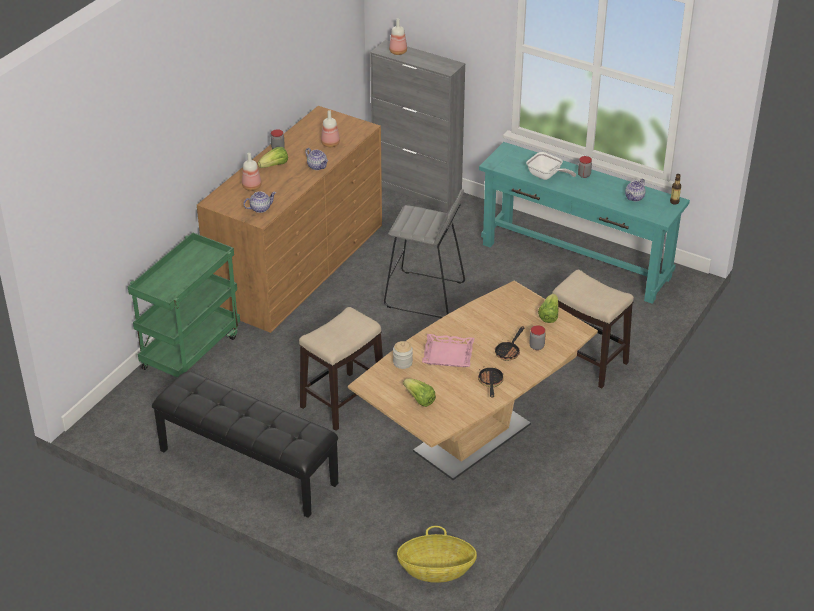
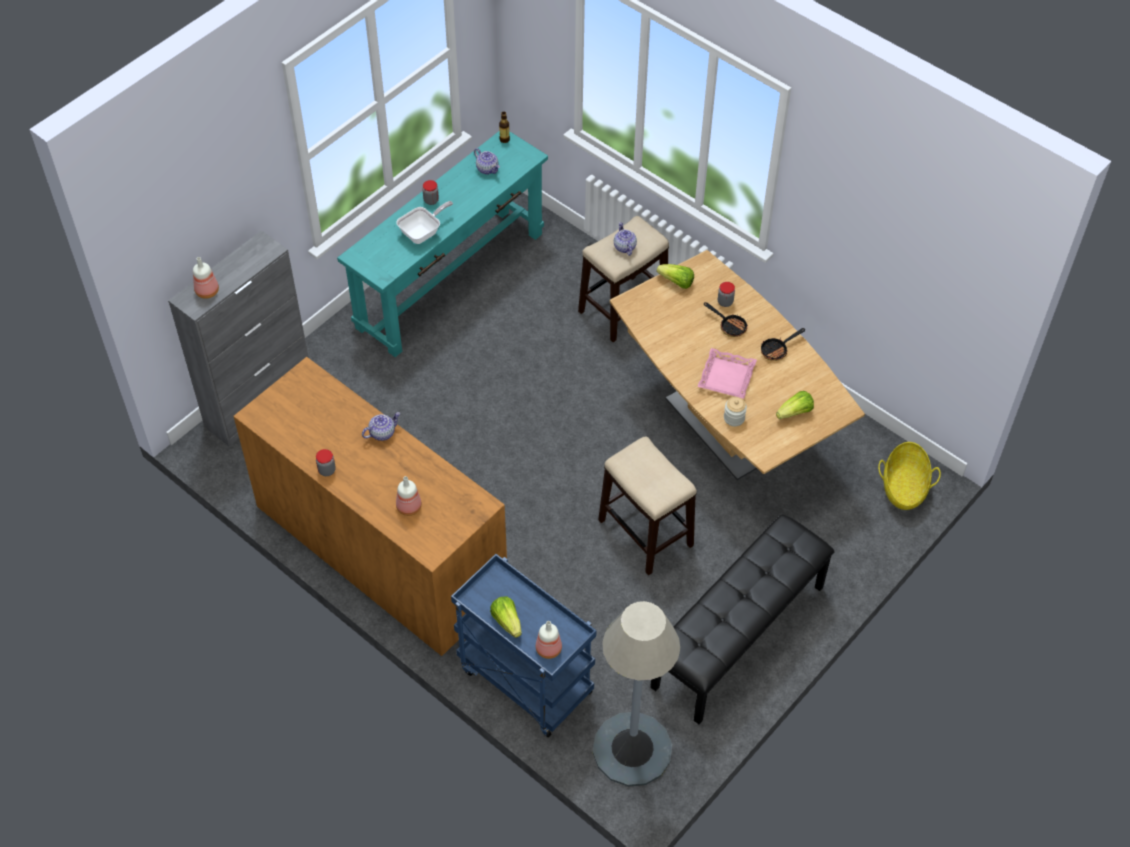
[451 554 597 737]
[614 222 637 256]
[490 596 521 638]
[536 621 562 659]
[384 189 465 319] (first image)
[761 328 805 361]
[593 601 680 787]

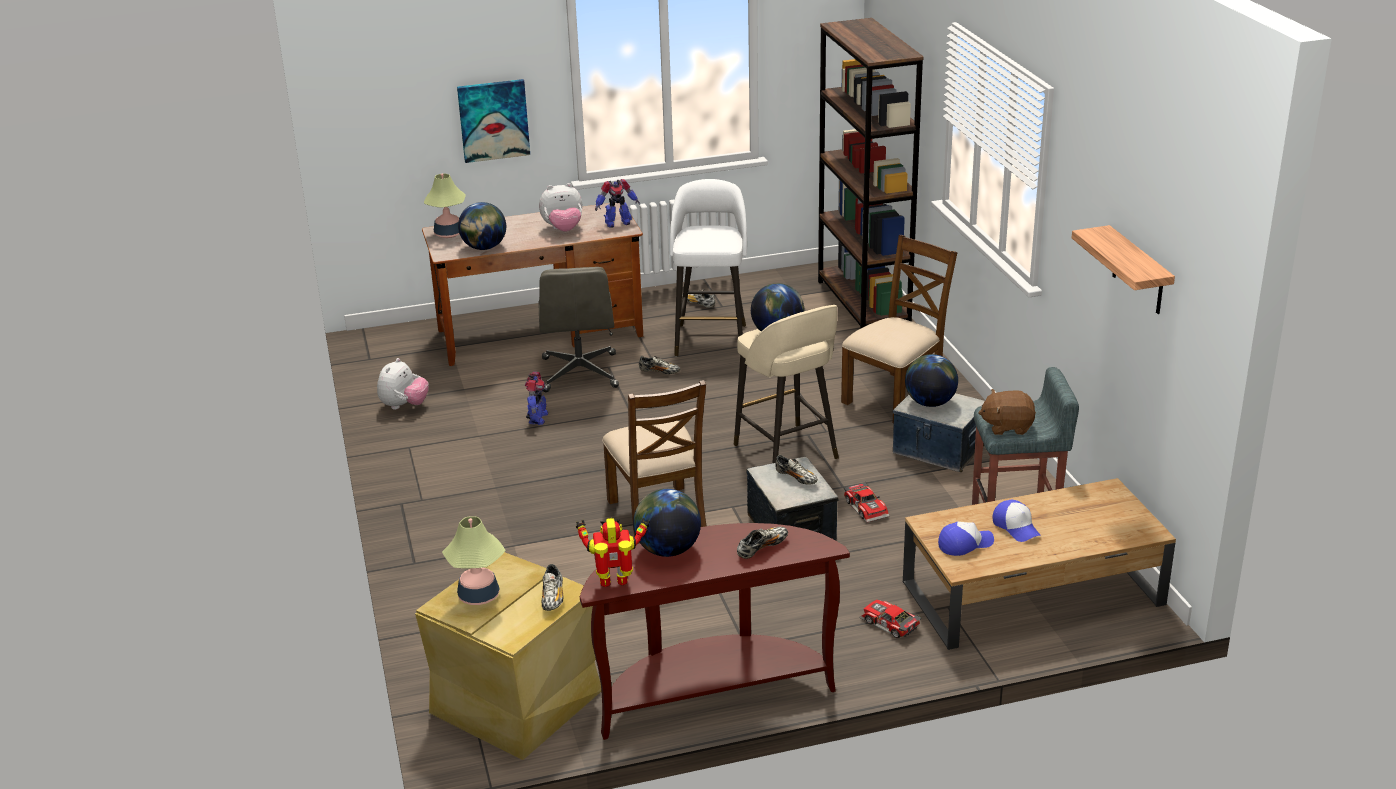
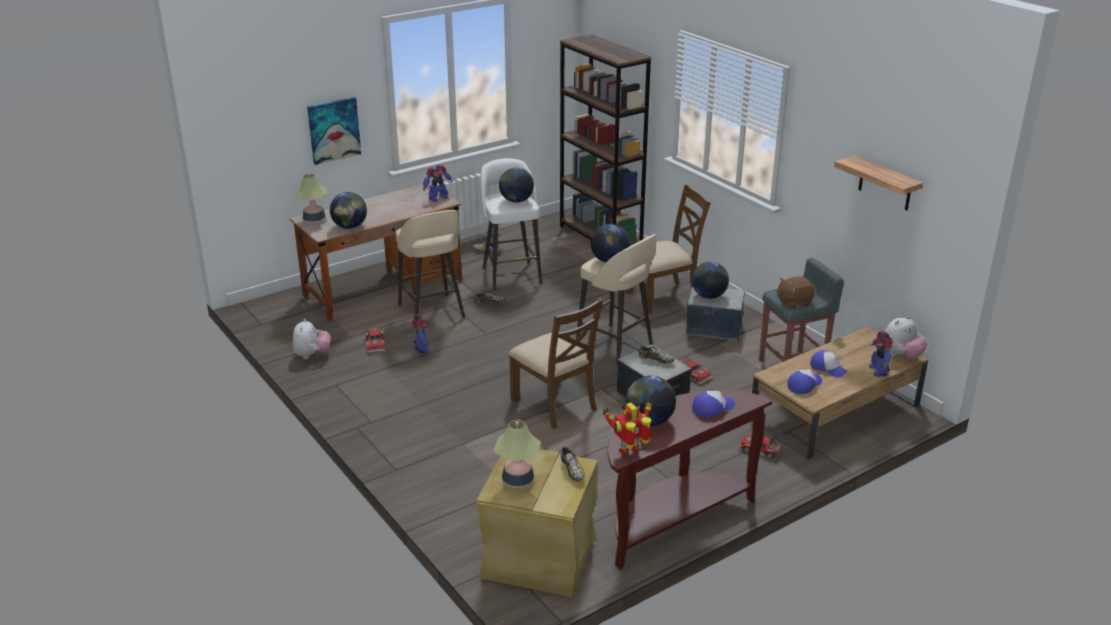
[885 316 927 359]
[396 210 465 329]
[692 391 735 418]
[625 185 710 314]
[365 328 385 353]
[499 168 534 203]
[869 331 893 377]

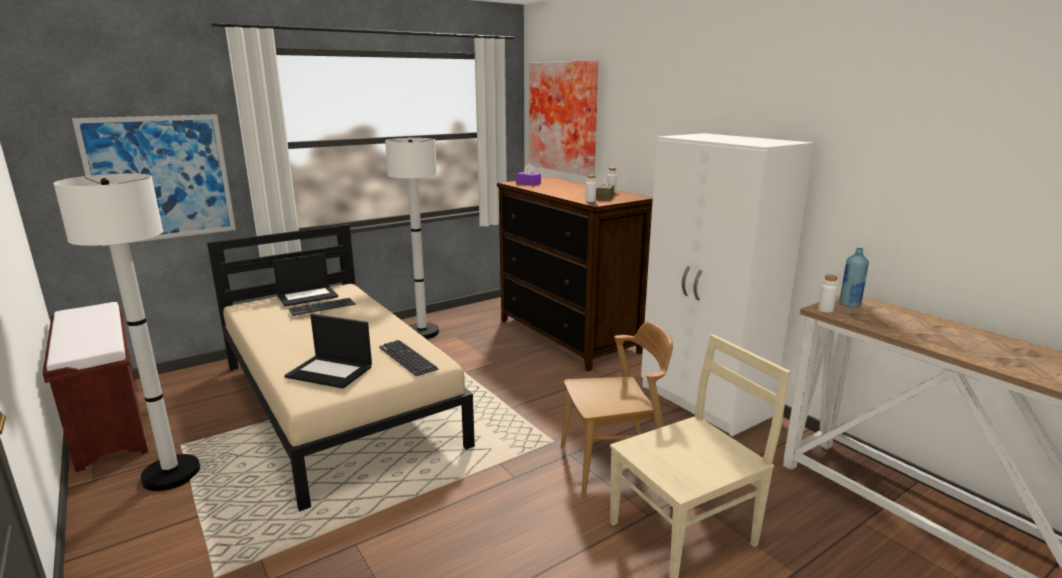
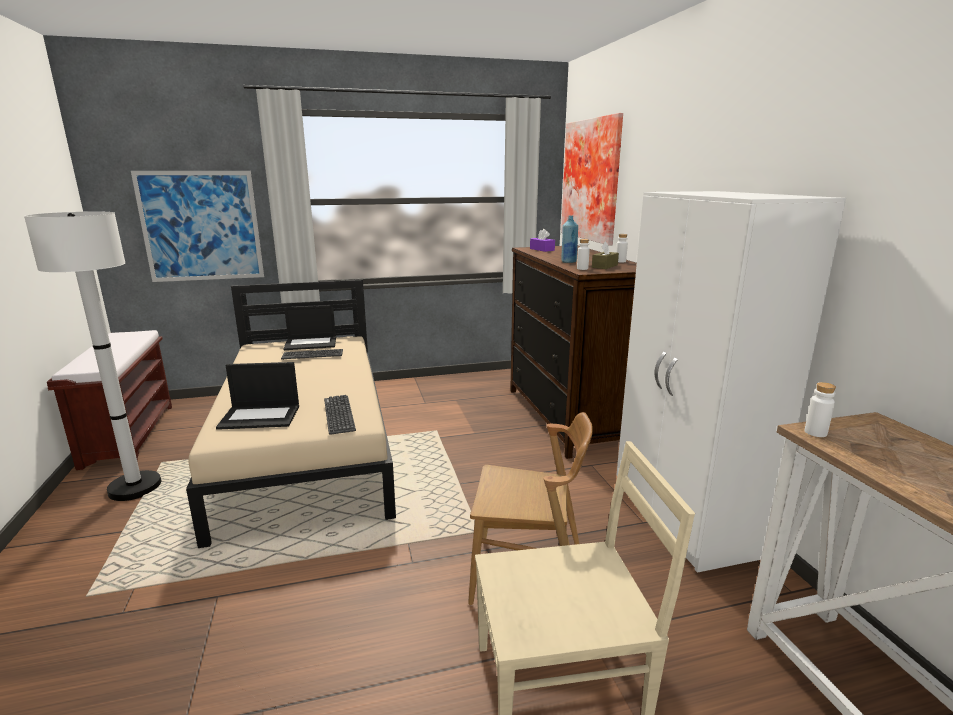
[216 362 299 430]
[385 138 439 339] (first image)
[562 215 578 263]

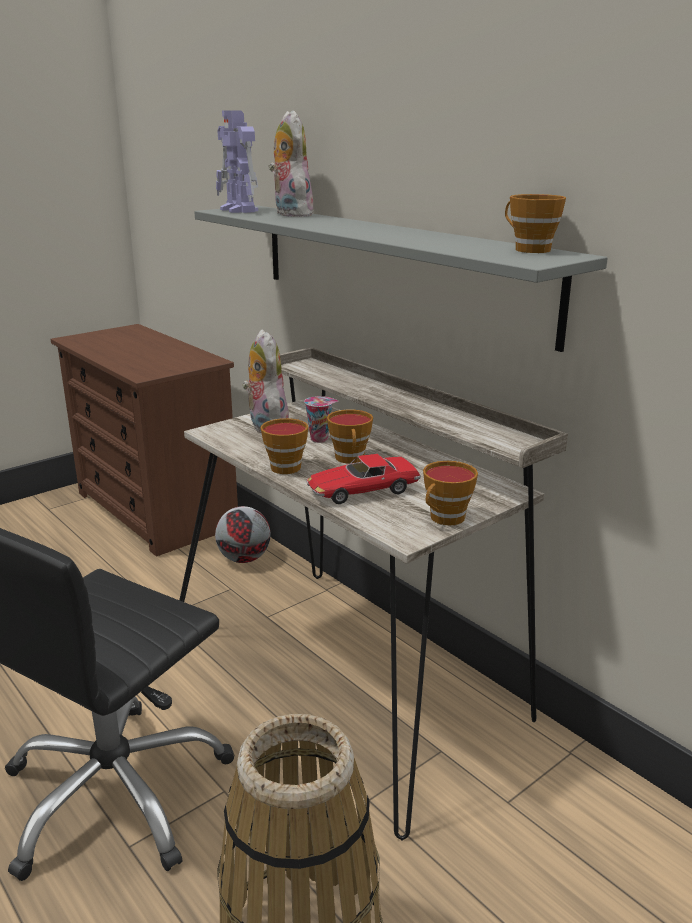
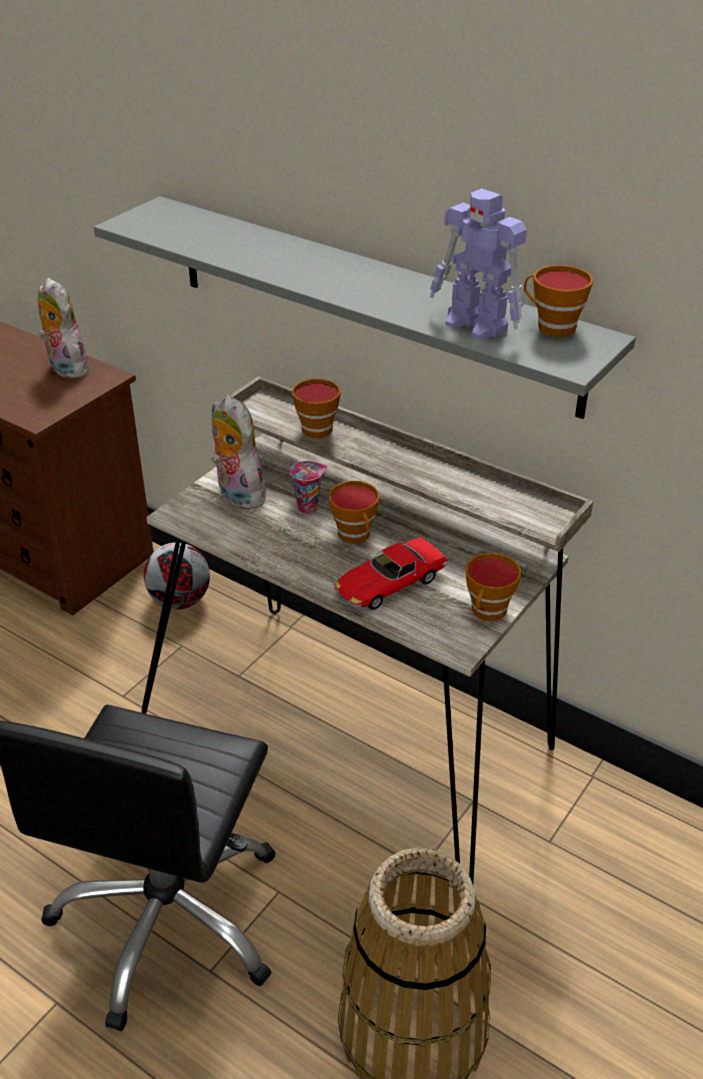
[430 188 527 340]
[292 379 341 438]
[38 278 89 379]

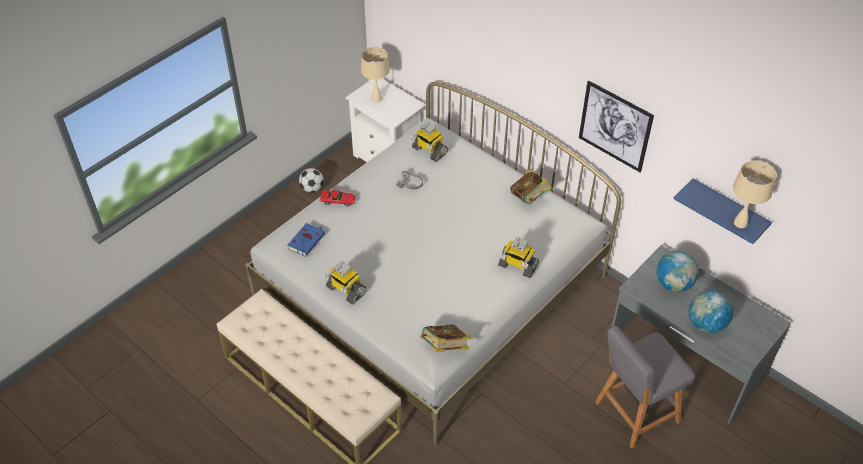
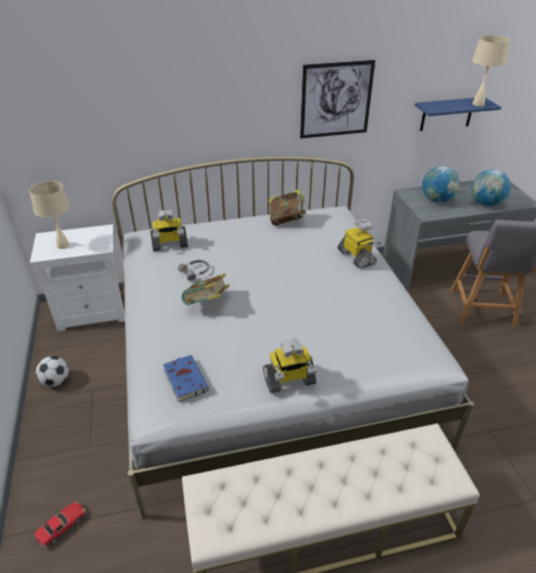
[33 502 85 548]
[182 273 230 305]
[338 219 381 269]

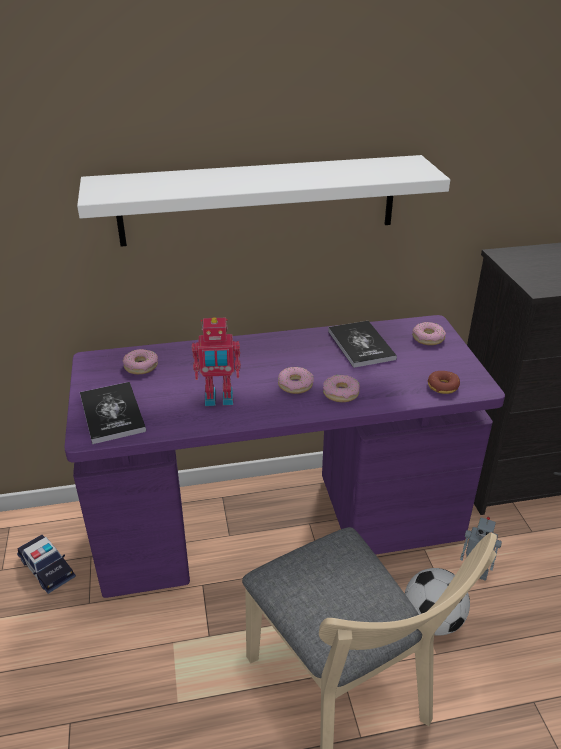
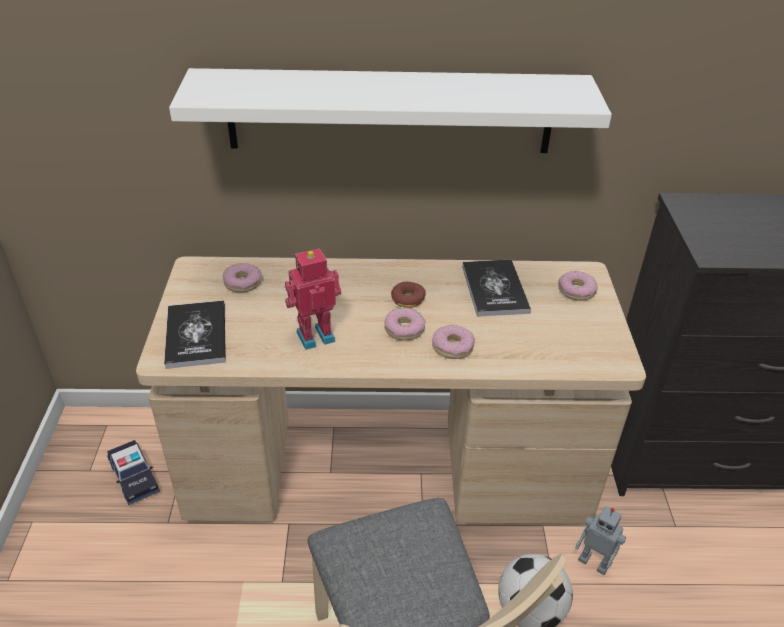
[136 256 646 524]
[285 248 341 350]
[391 282 426 308]

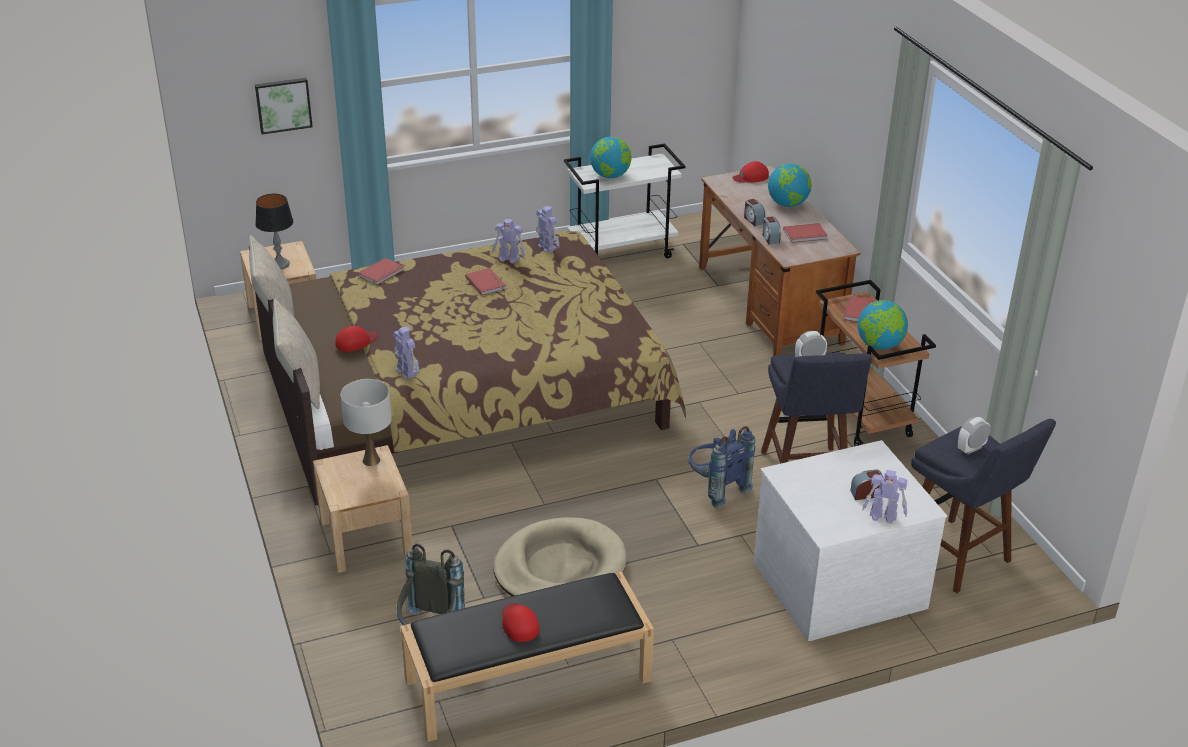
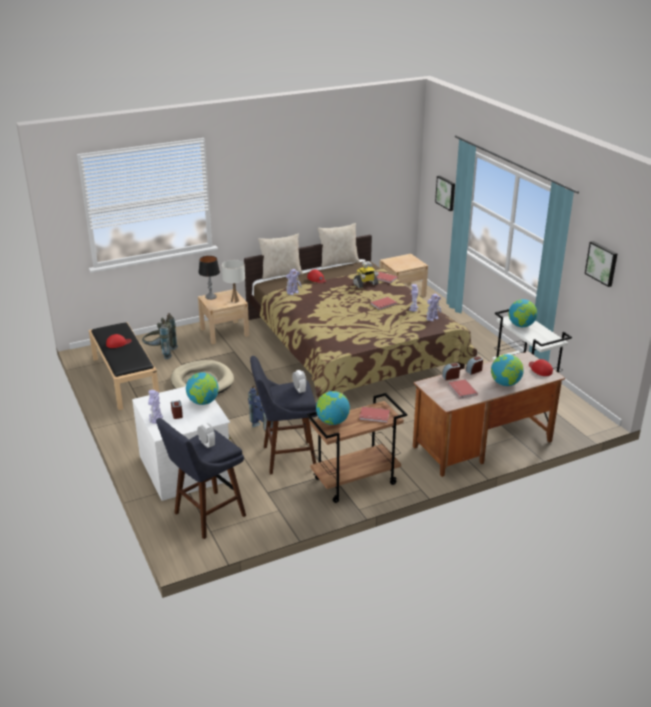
[198 256 220 300]
[186 372 219 405]
[353 261 379 288]
[585 241 618 287]

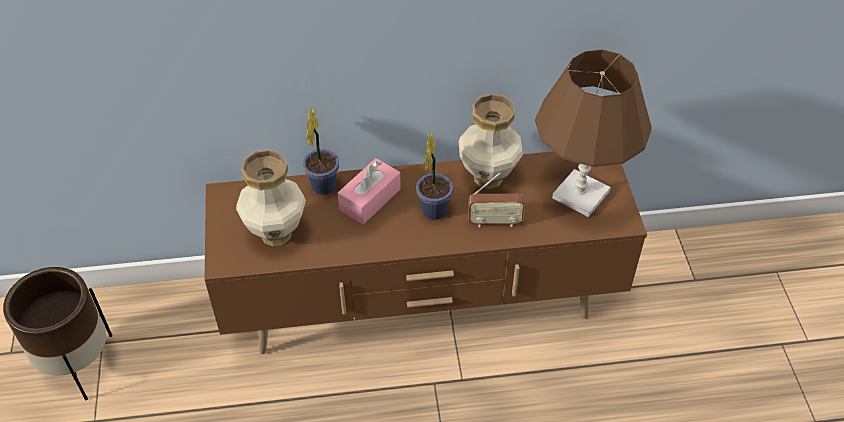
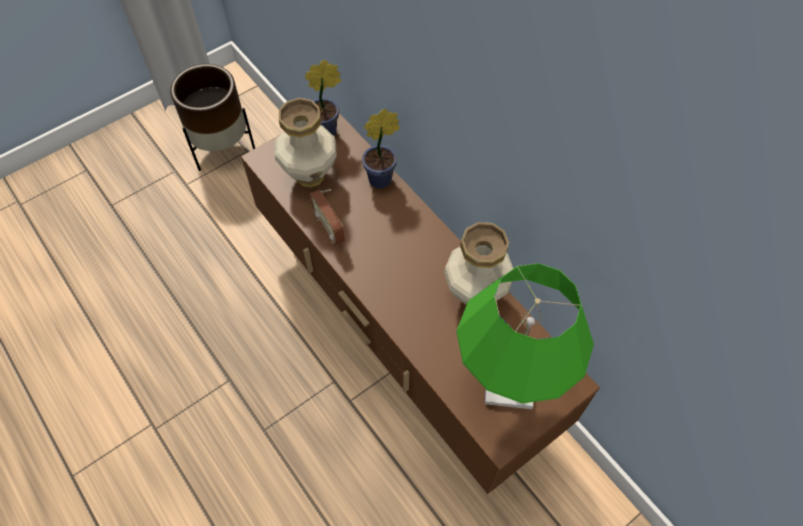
[338 158 401 224] (first image)
[305 60 341 136]
[310 189 345 246]
[456 263 594 409]

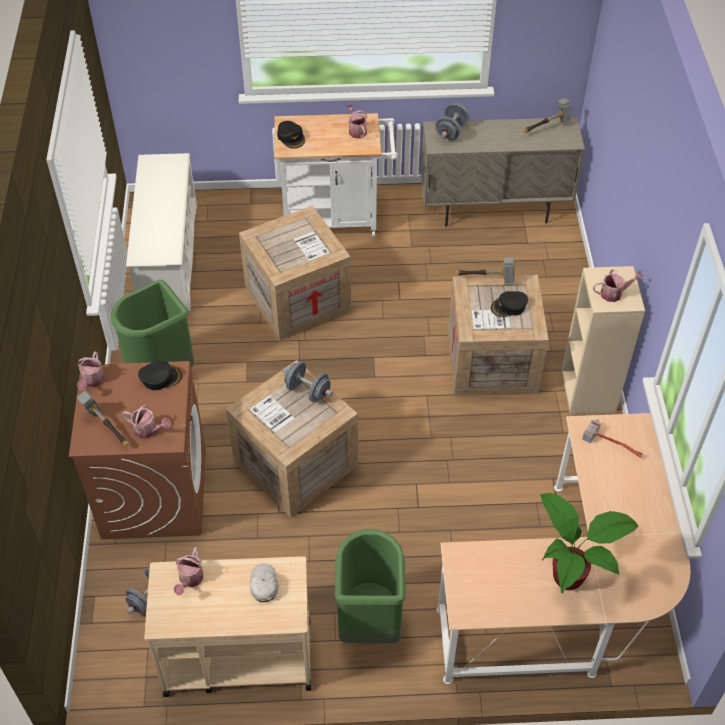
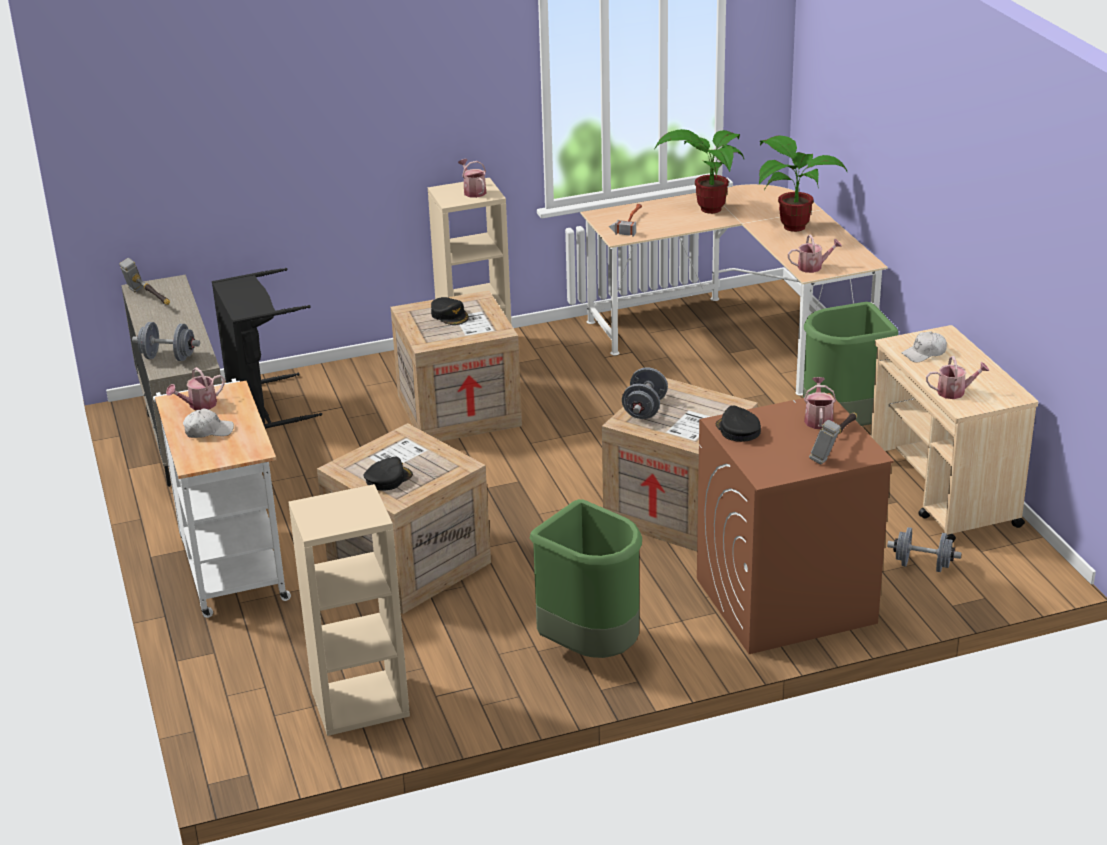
[788 235 842 273]
[288 484 410 736]
[363 457 413 491]
[455 257 515 286] (first image)
[183 408 234 438]
[212 268 322 429]
[655 129 744 214]

